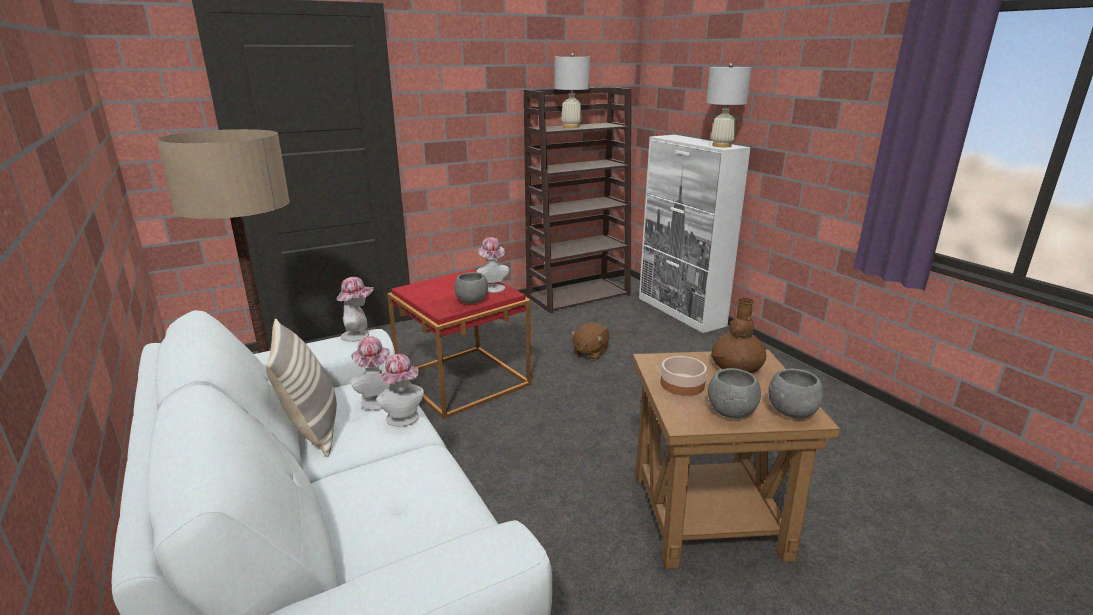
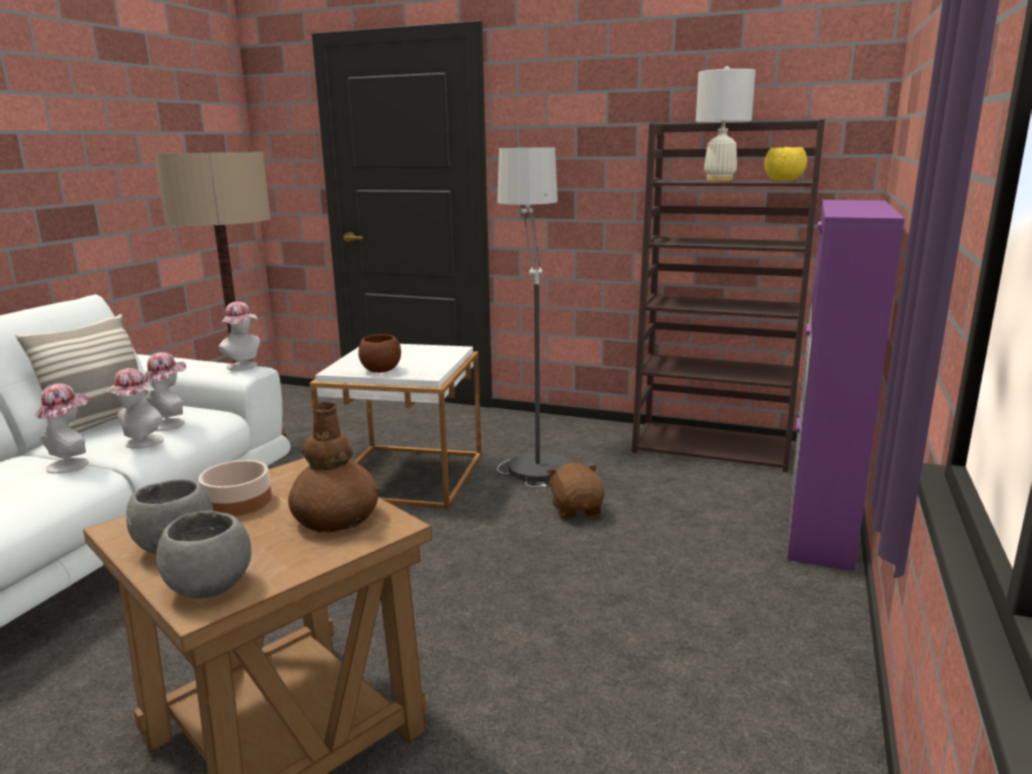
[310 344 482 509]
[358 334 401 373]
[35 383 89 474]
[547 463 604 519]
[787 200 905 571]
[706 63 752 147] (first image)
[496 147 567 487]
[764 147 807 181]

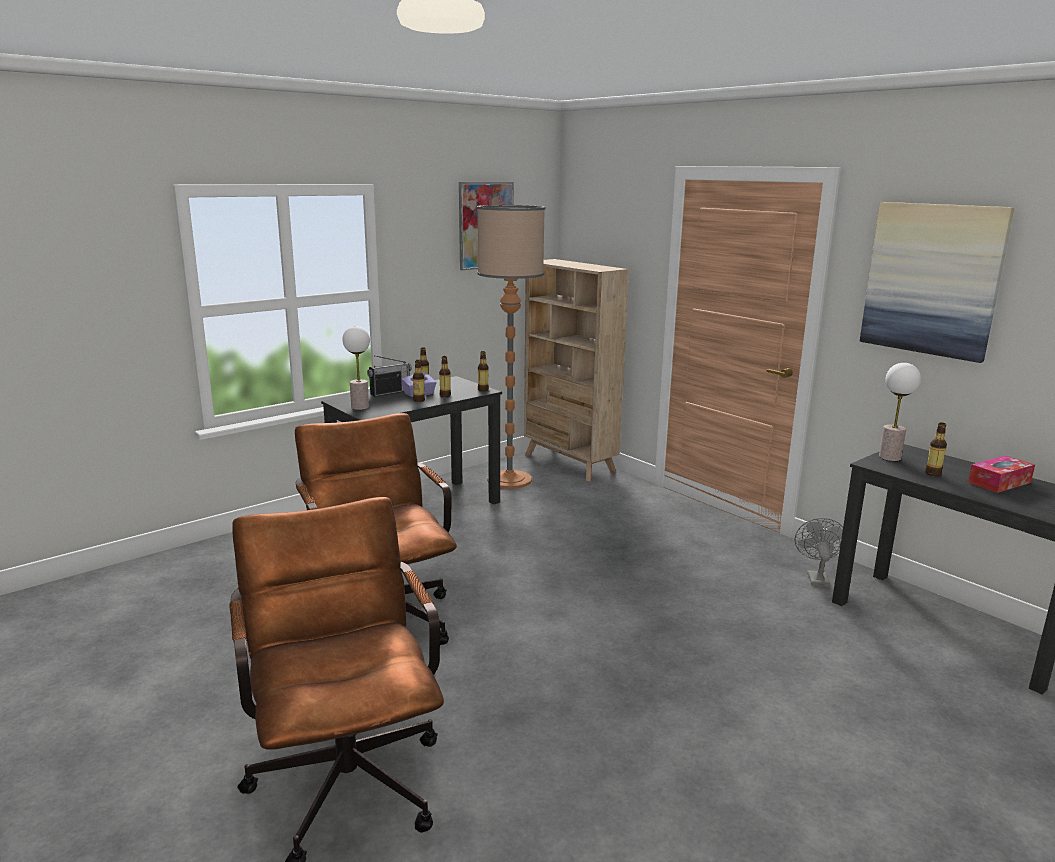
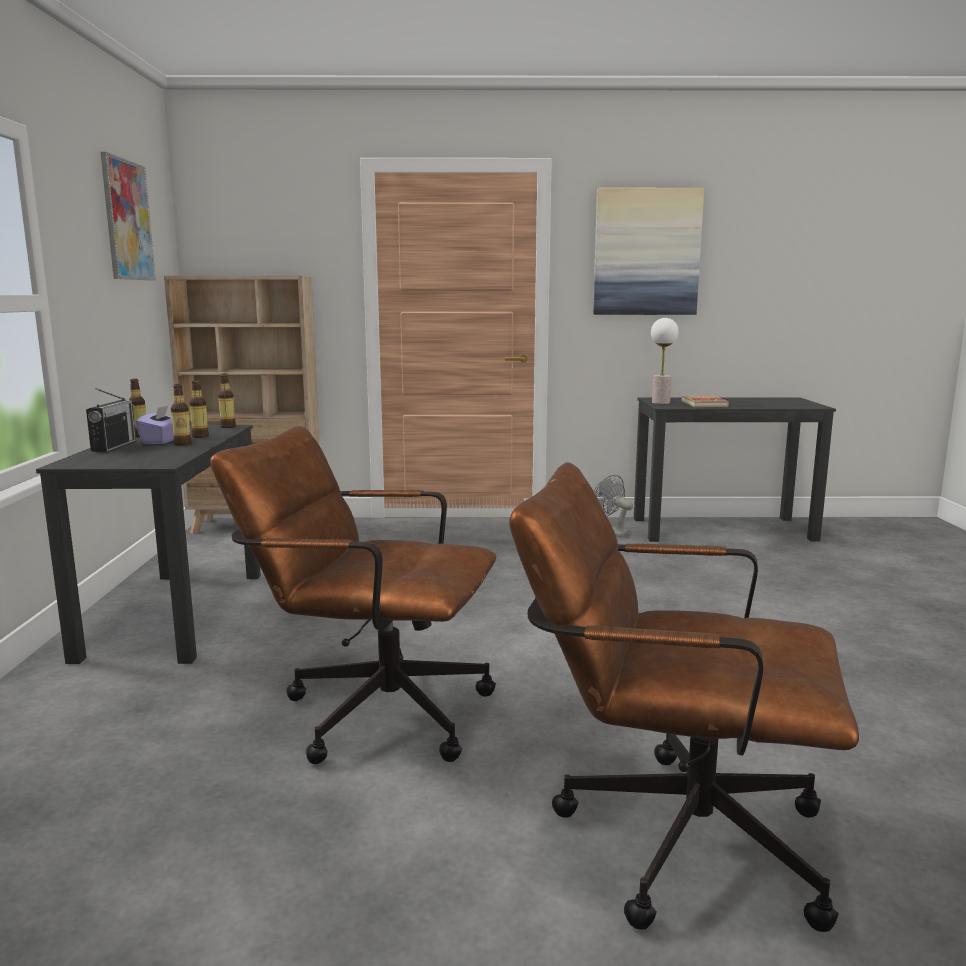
[342 326 370 410] (first image)
[477 205 545 489] (first image)
[682 396 729 407]
[968 455 1035 493] (first image)

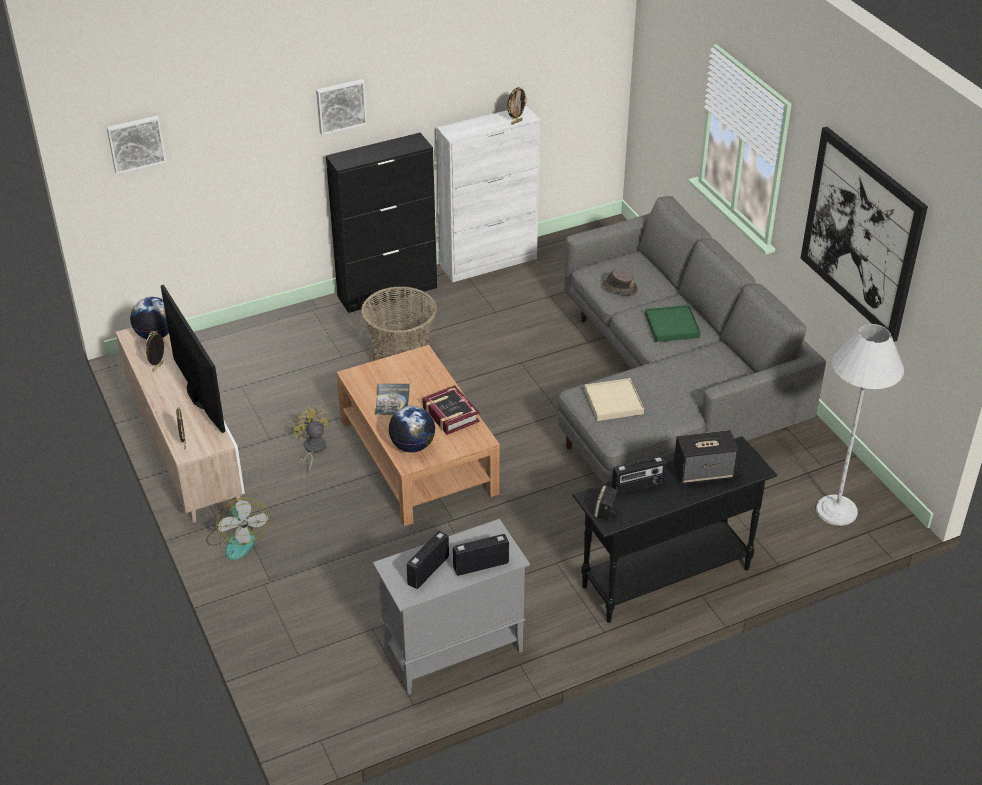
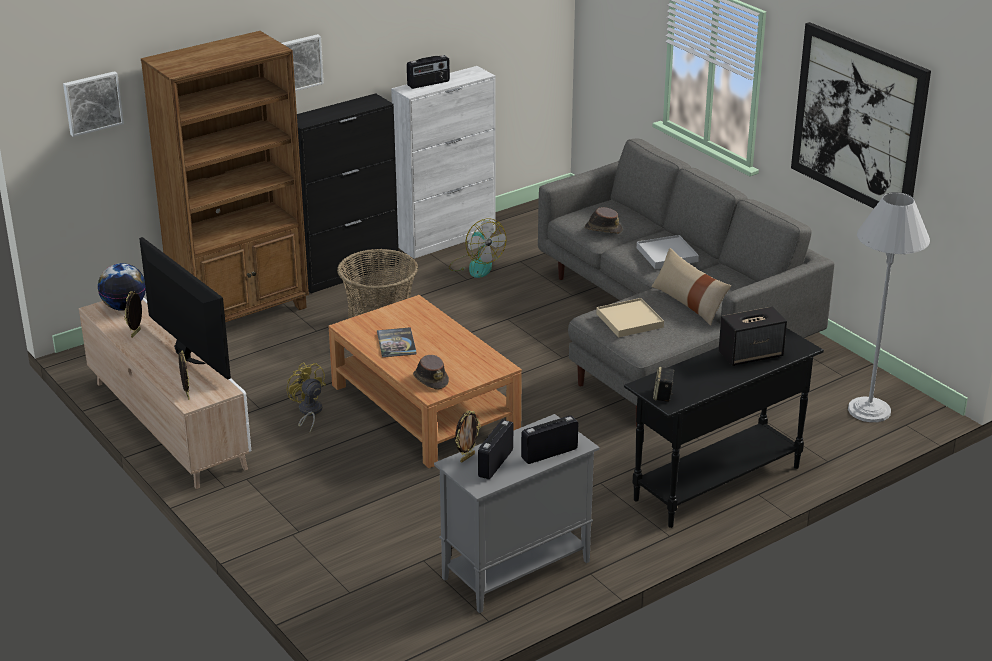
[449 218 506 278]
[413 355 449 390]
[422 385 480 435] (first image)
[455 410 481 463]
[407 55 450 89]
[637 235 699 269]
[141 31 309 322]
[651 248 731 326]

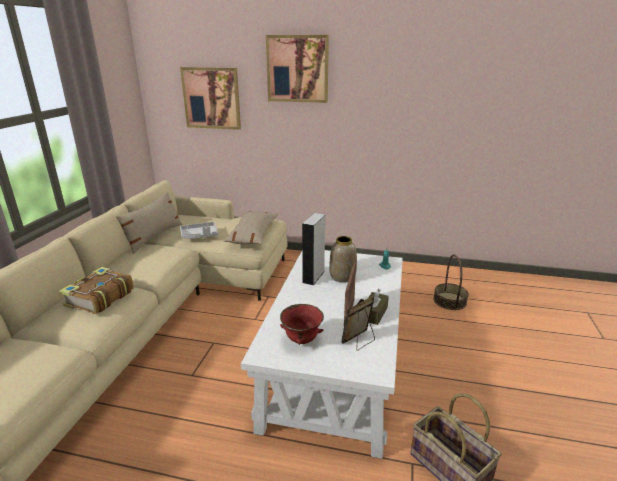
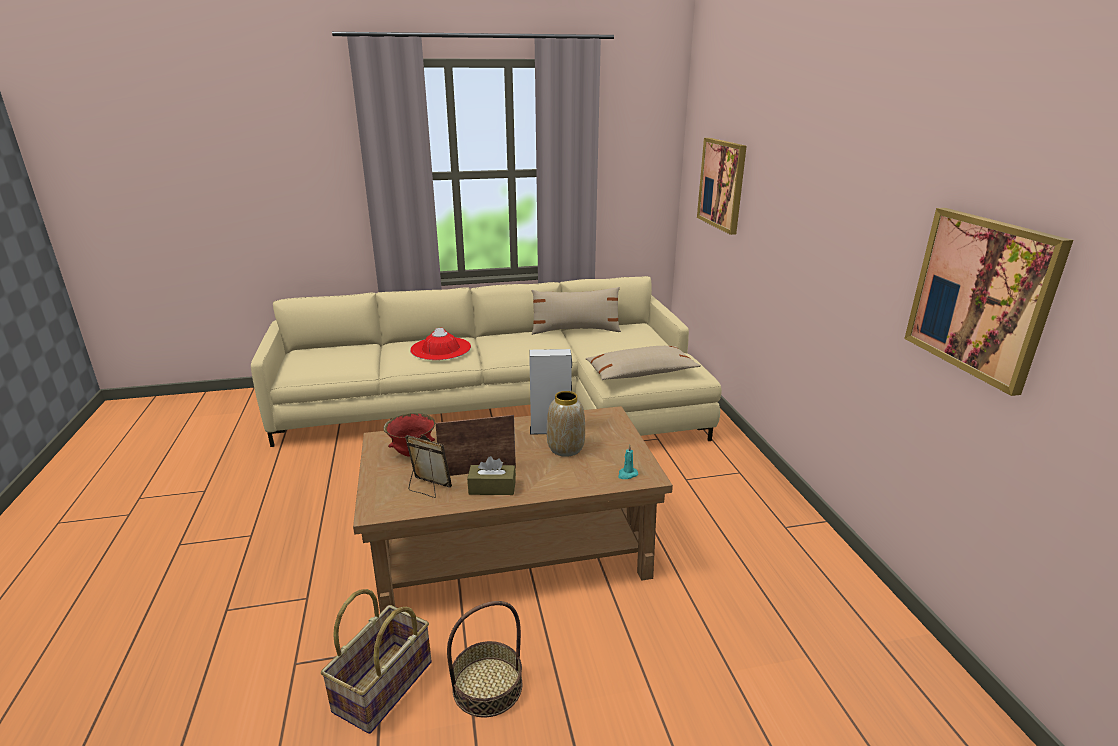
[410 328 471 360]
[180 222 218 239] (first image)
[353 406 673 613]
[904 208 1073 396]
[447 601 522 717]

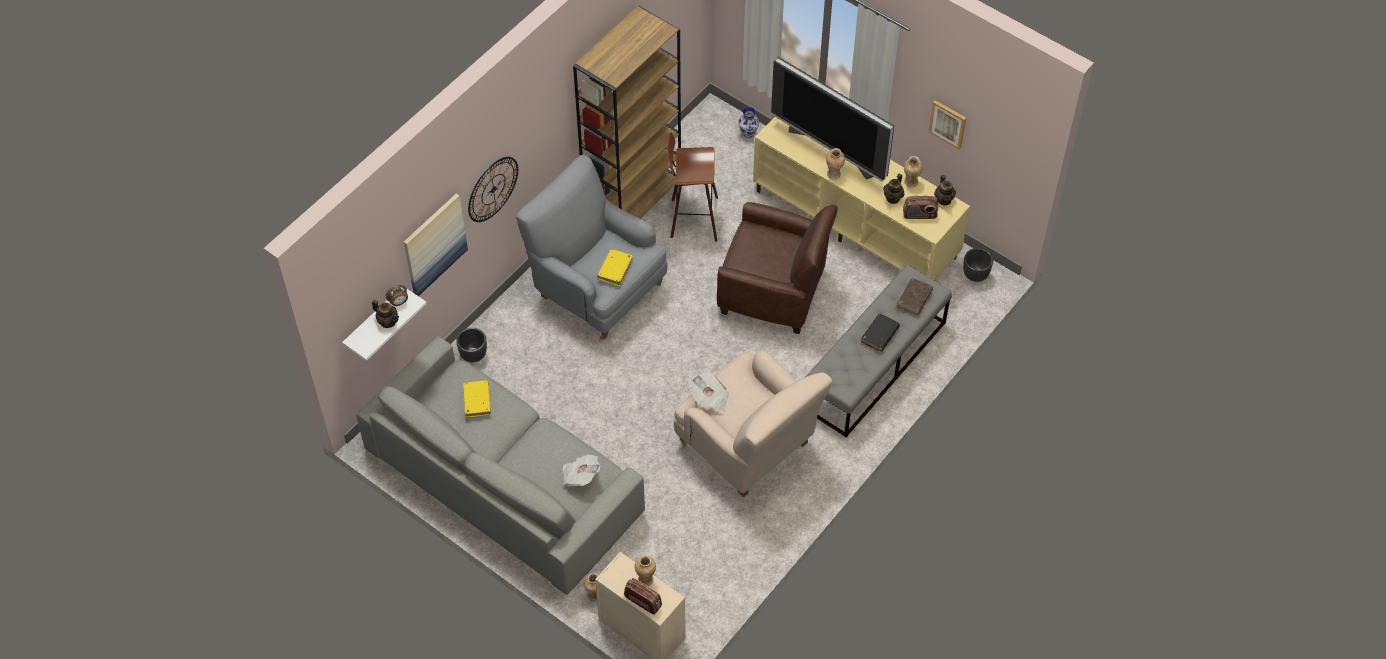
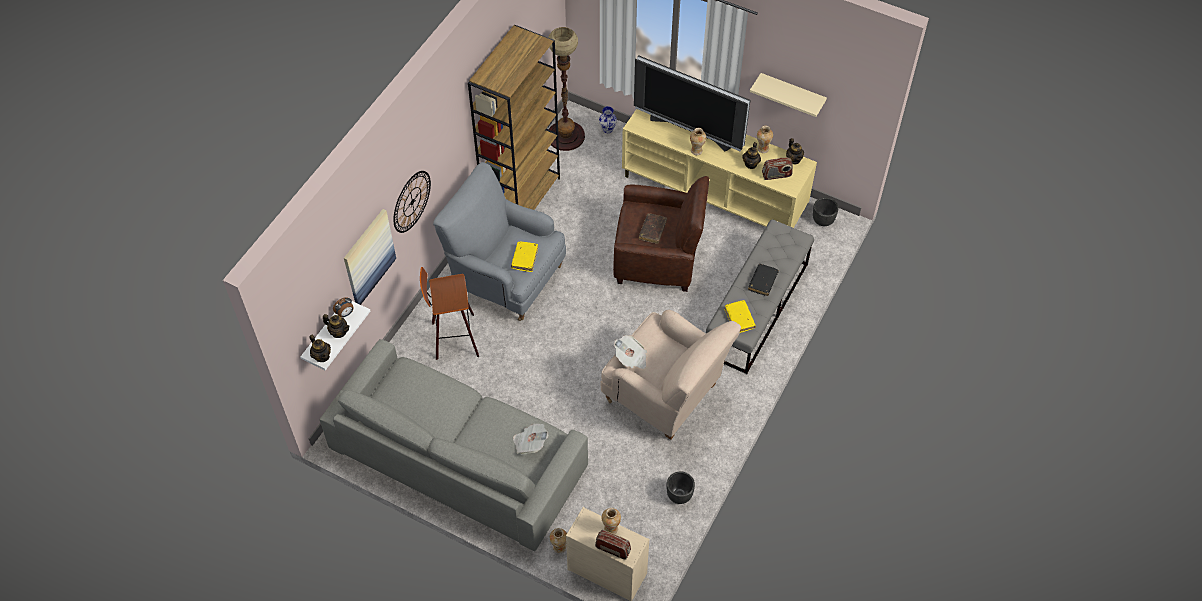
[666 471 695 504]
[724 300 756 333]
[420 267 479 360]
[639 213 667 244]
[750 73 827 117]
[309 335 331 362]
[548 27 585 151]

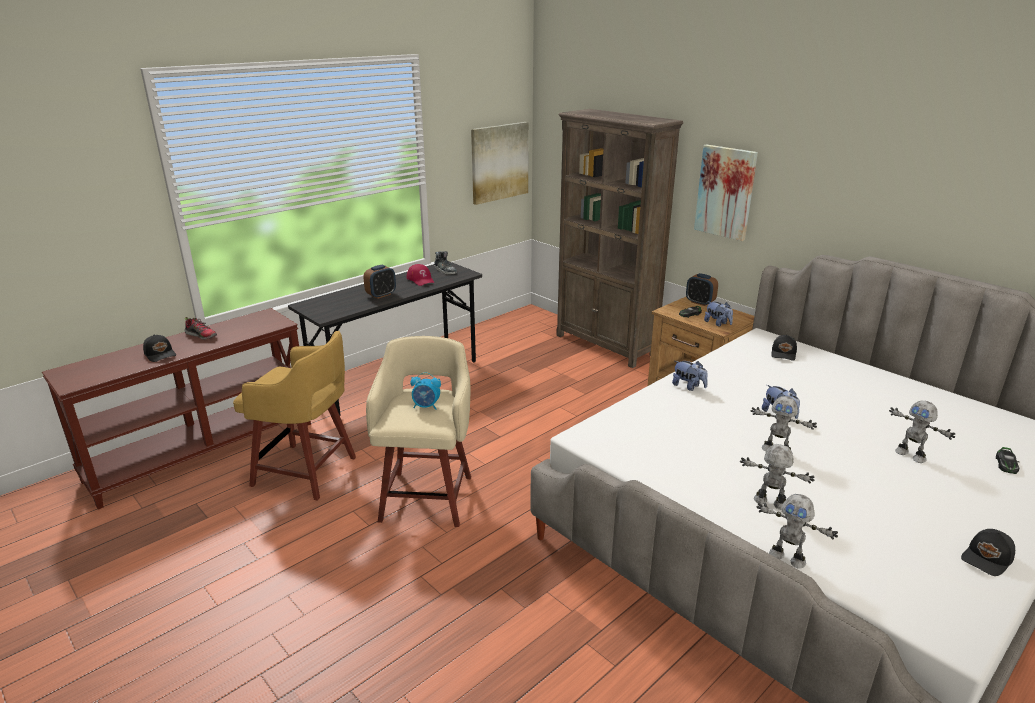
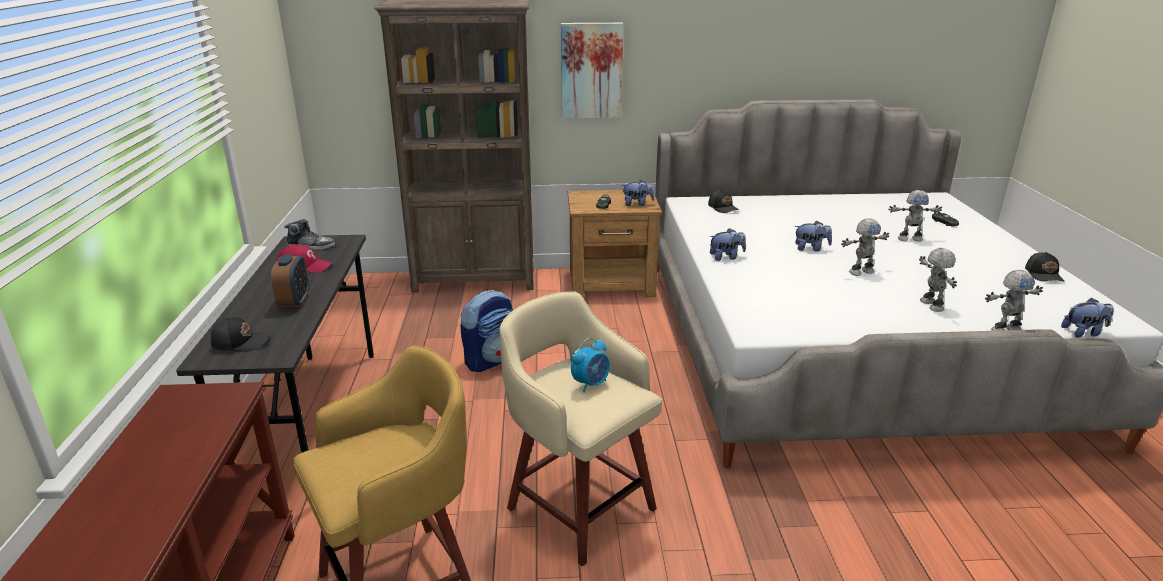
[211 318 270 352]
[184 317 217 340] (first image)
[471 122 529 205] (first image)
[686 273 718 306] (first image)
[919 248 957 312]
[460 290 513 372]
[1061 298 1114 338]

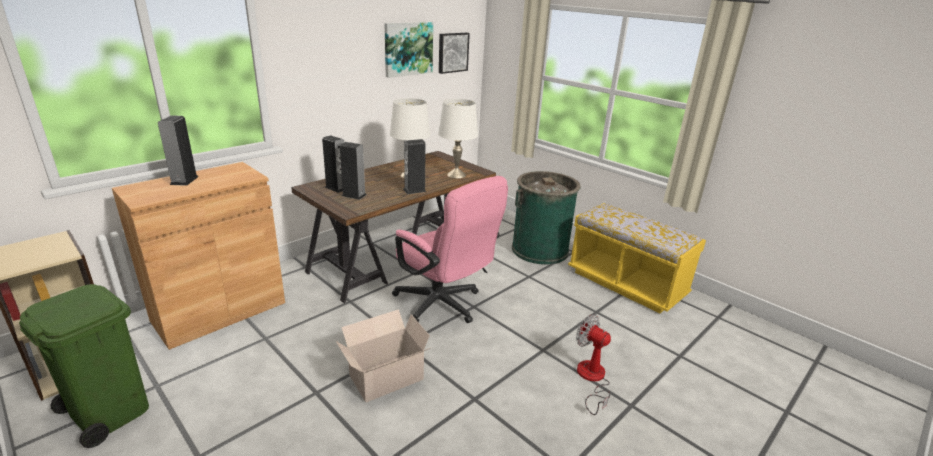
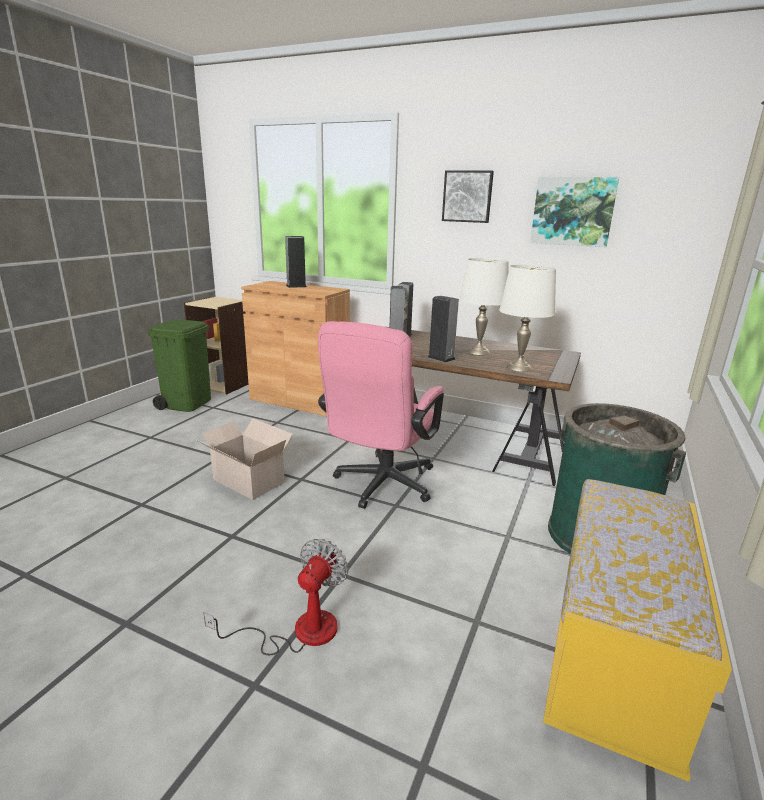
[442 170 494 223]

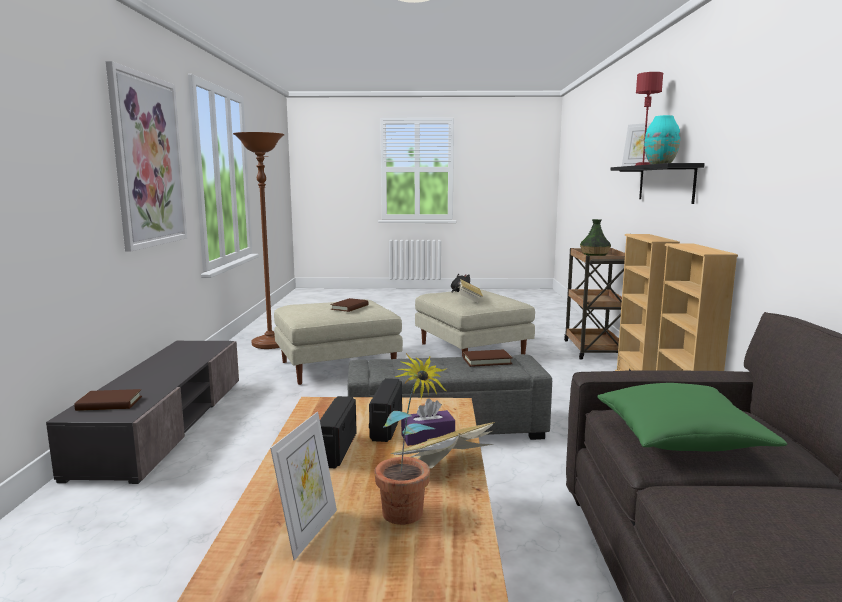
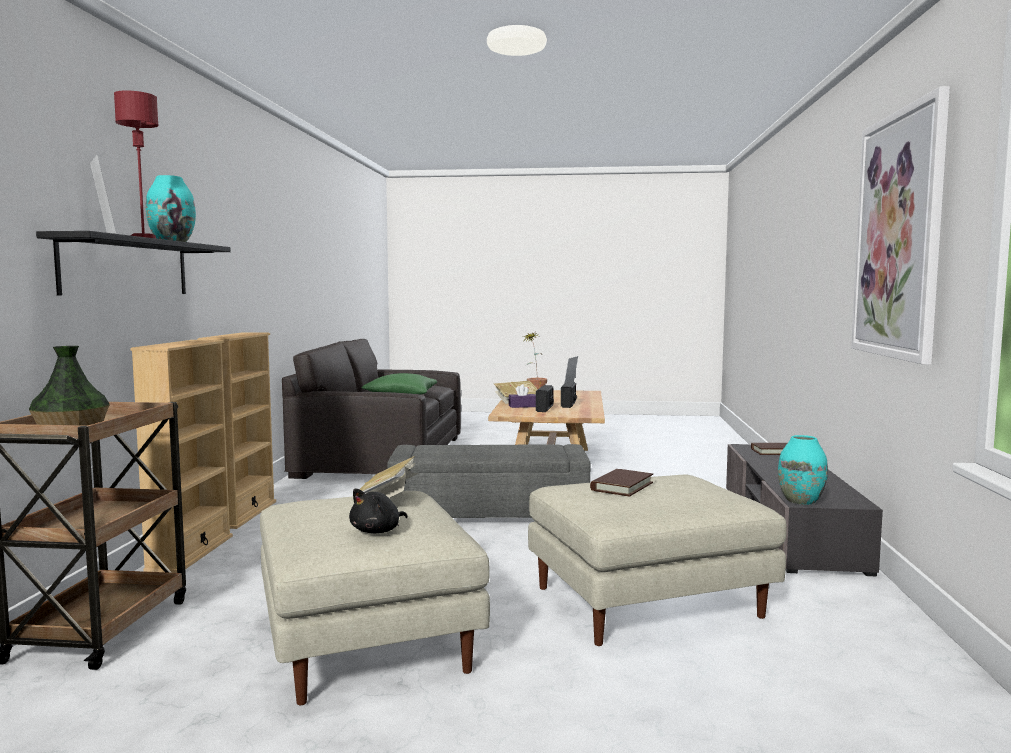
[233 132 285 349] (first image)
[463 350 513 367] (first image)
[778 435 828 505]

